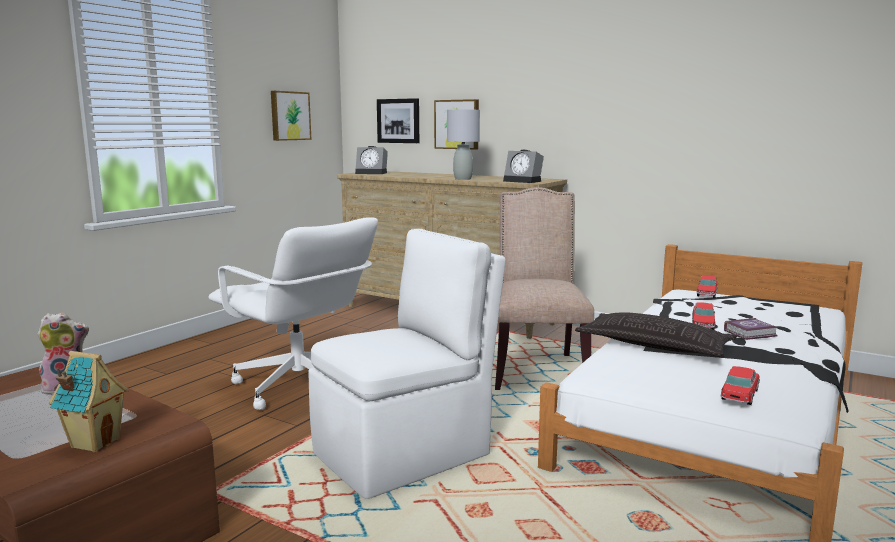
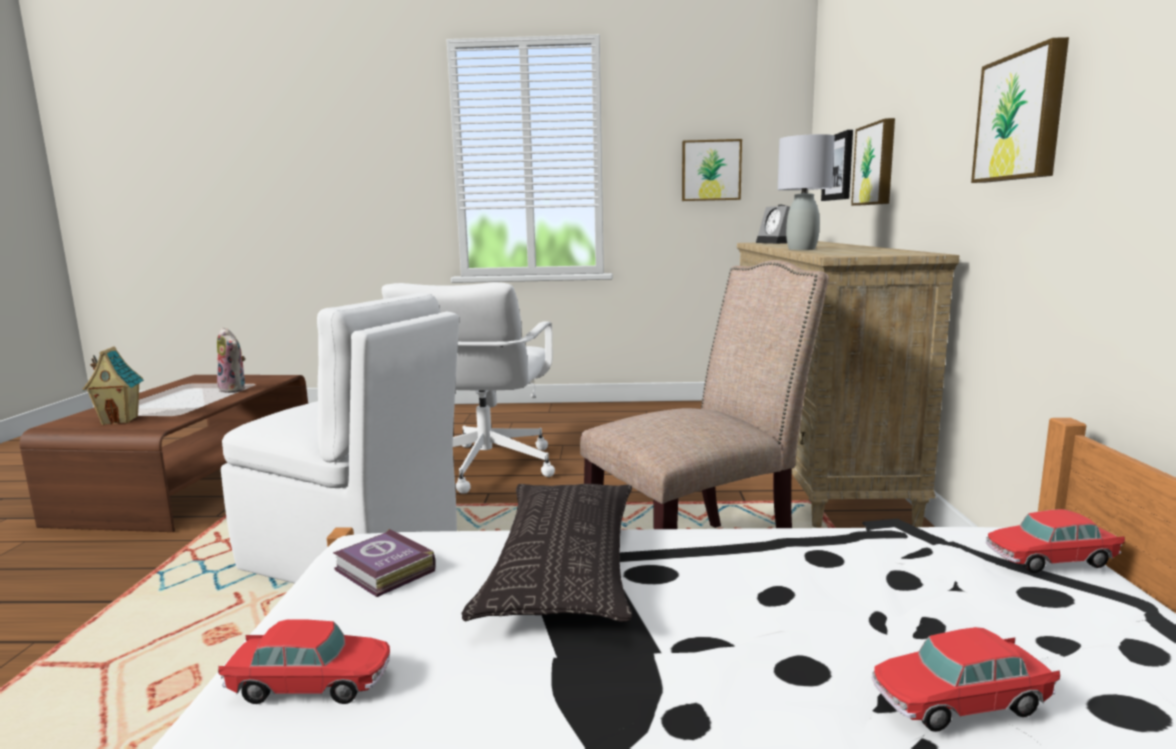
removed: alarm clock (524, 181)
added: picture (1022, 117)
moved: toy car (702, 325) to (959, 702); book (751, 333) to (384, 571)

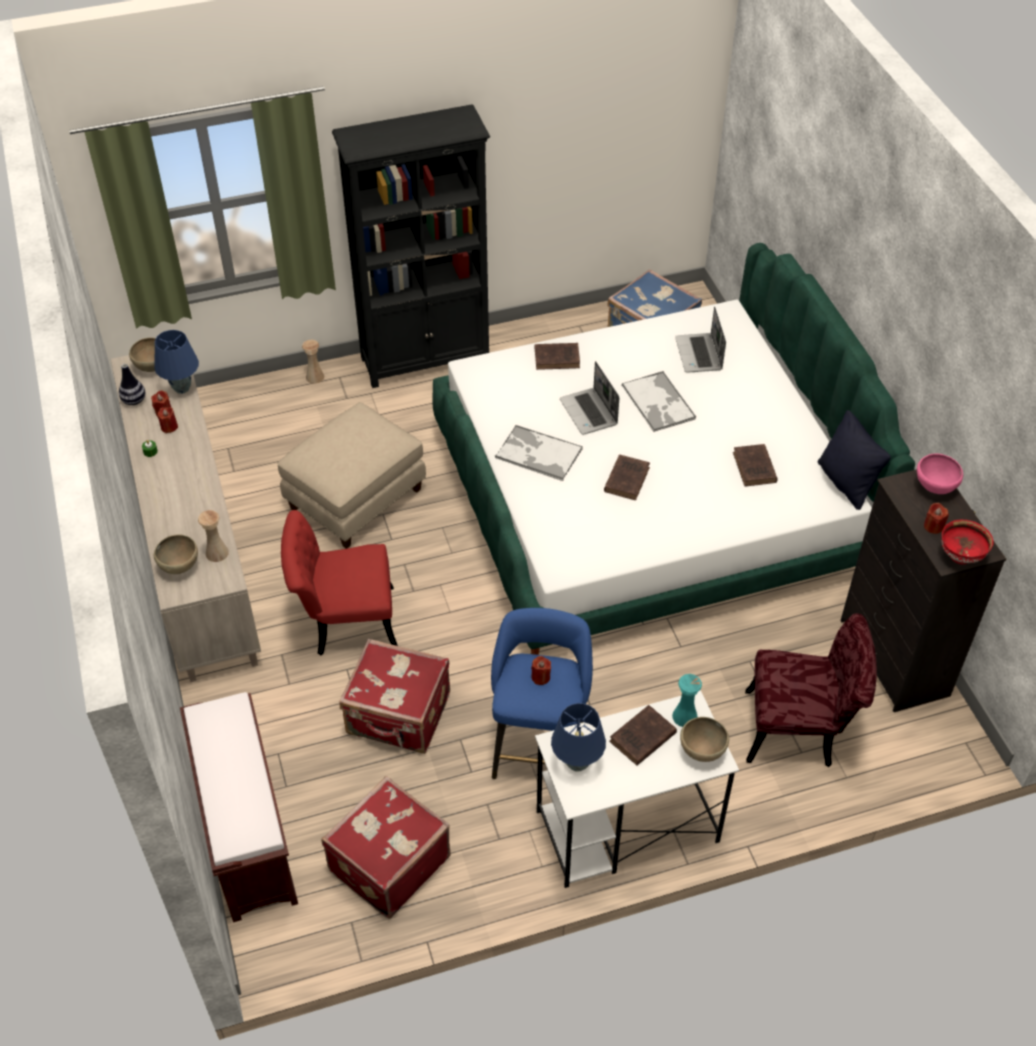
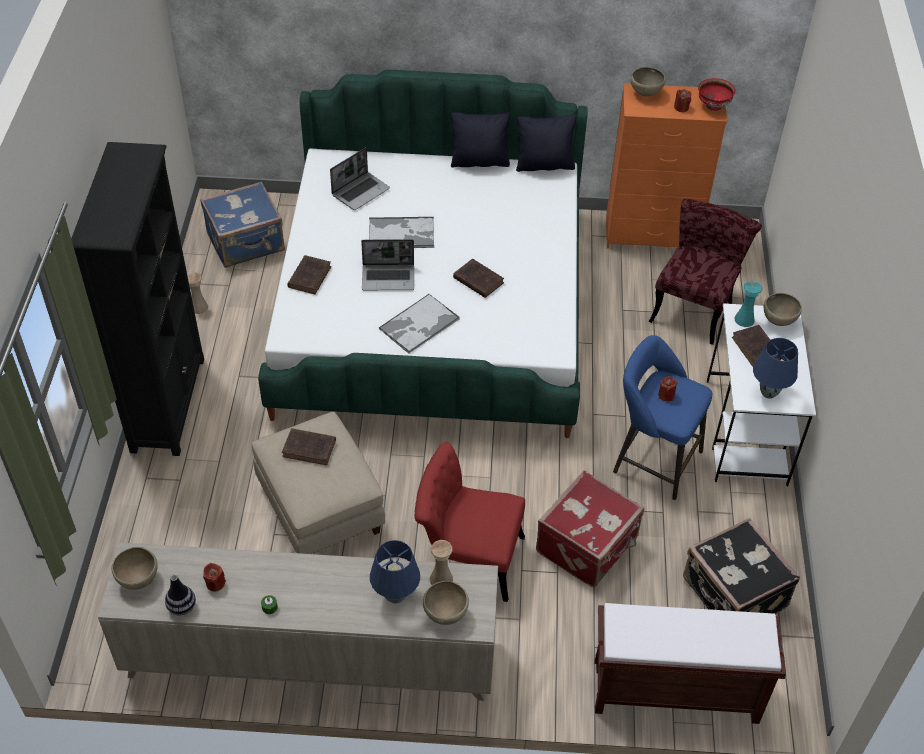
removed: red candle (169, 427)
added: black pillow (479, 162)
moved: blue table lamp (182, 389) to (396, 596); beige vase (315, 377) to (199, 307); brown book (754, 468) to (310, 449)
recoloured: red suitcase (387, 863) to black suitcase (733, 595); black dresser (893, 659) to orange dresser (652, 235); pink bowl (934, 488) to brown bowl (645, 94)
turned: red chair (344, 623) = (467, 557) 90 degrees clockwise; laptop (699, 354) = (361, 191) 60 degrees counterclockwise

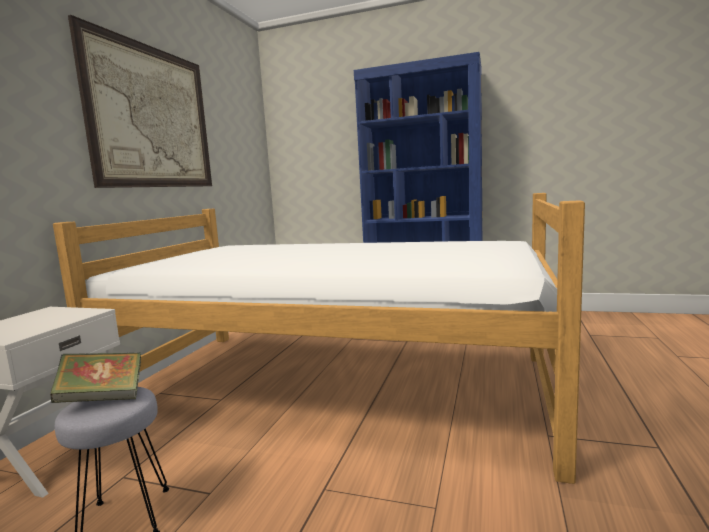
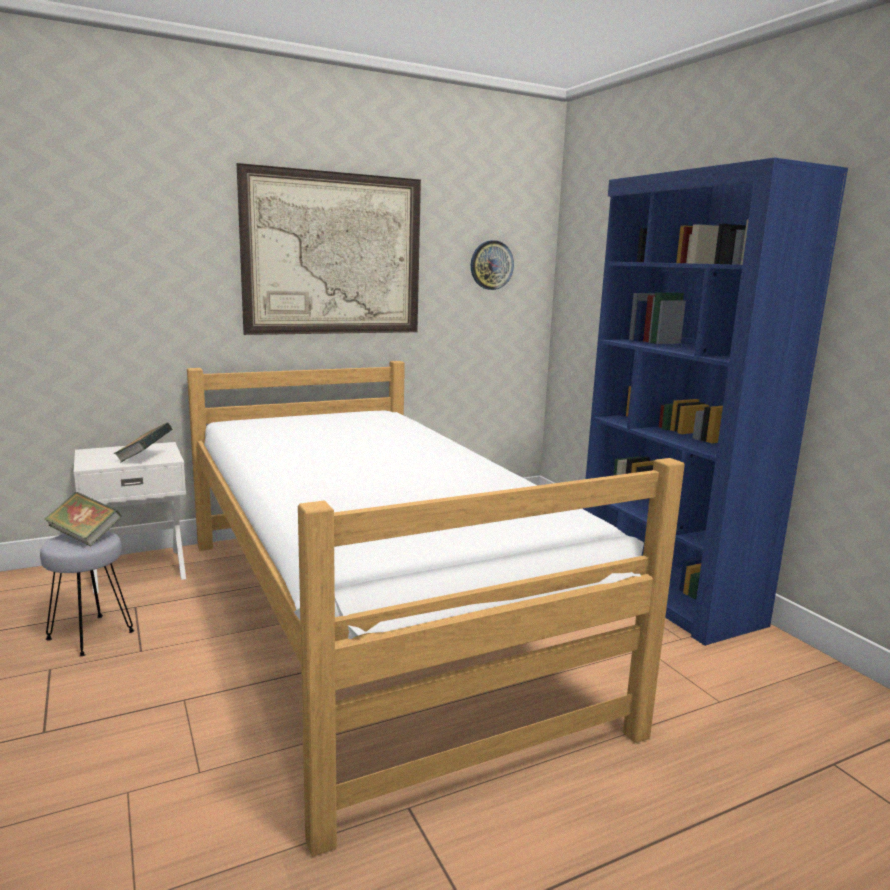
added: book (145, 457); wall clock (491, 265)

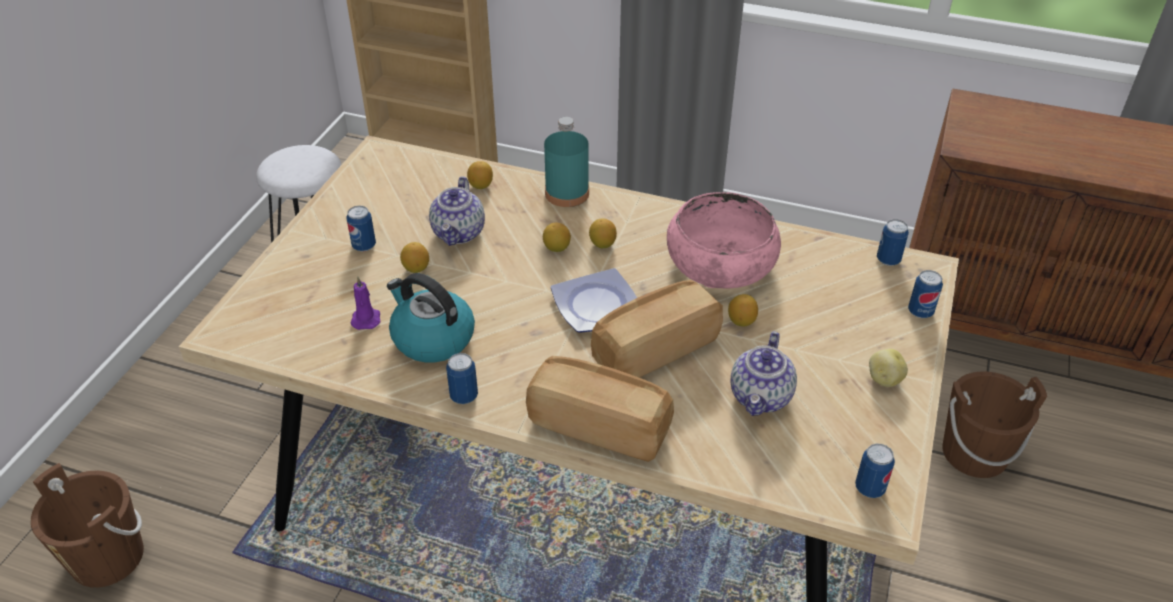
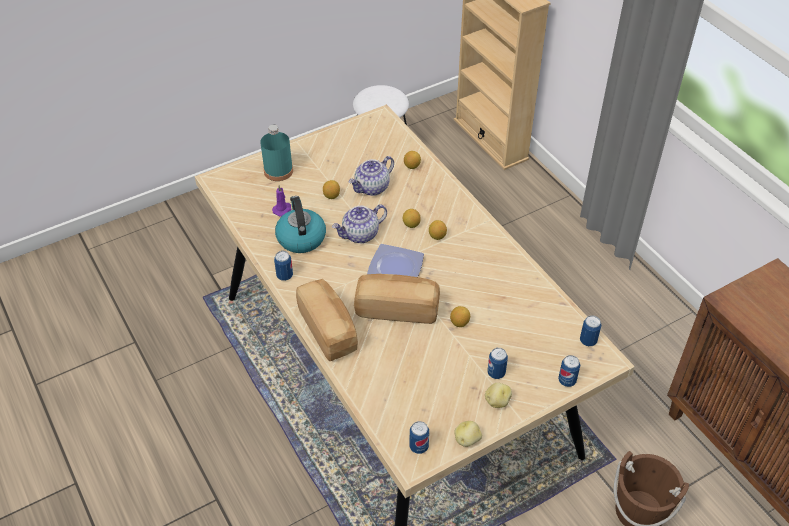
removed: brown bucket (107, 557); pink bowl (721, 264)
added: potato (467, 439)
moved: can (364, 246) to (496, 373); turquoise bottle (567, 193) to (278, 171); teapot (761, 397) to (360, 235)

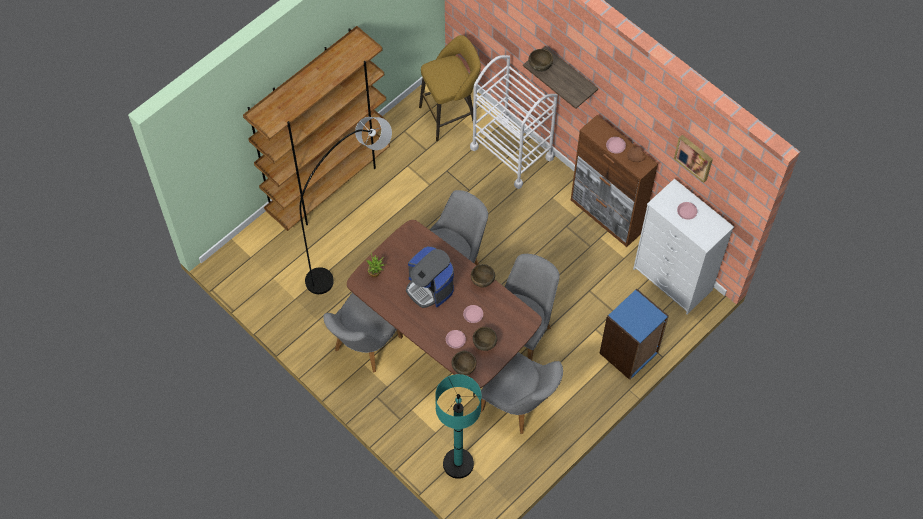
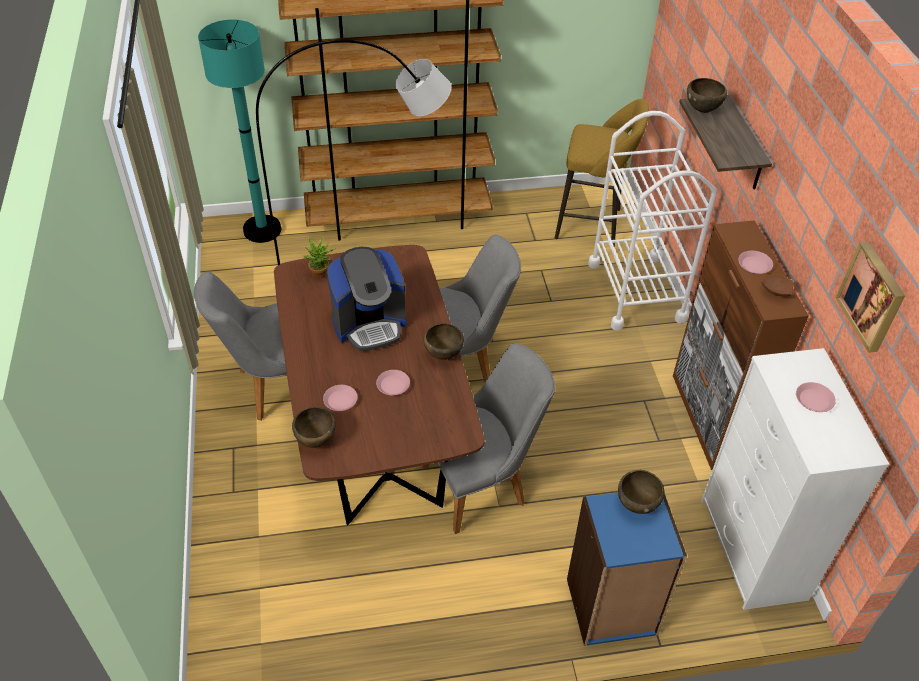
removed: grey chair (520, 406)
moved: turquoise floor lamp (458, 463) to (262, 230); brown bowl (484, 344) to (637, 504)
turned: coffee machine (430, 287) = (369, 324) 105 degrees counterclockwise

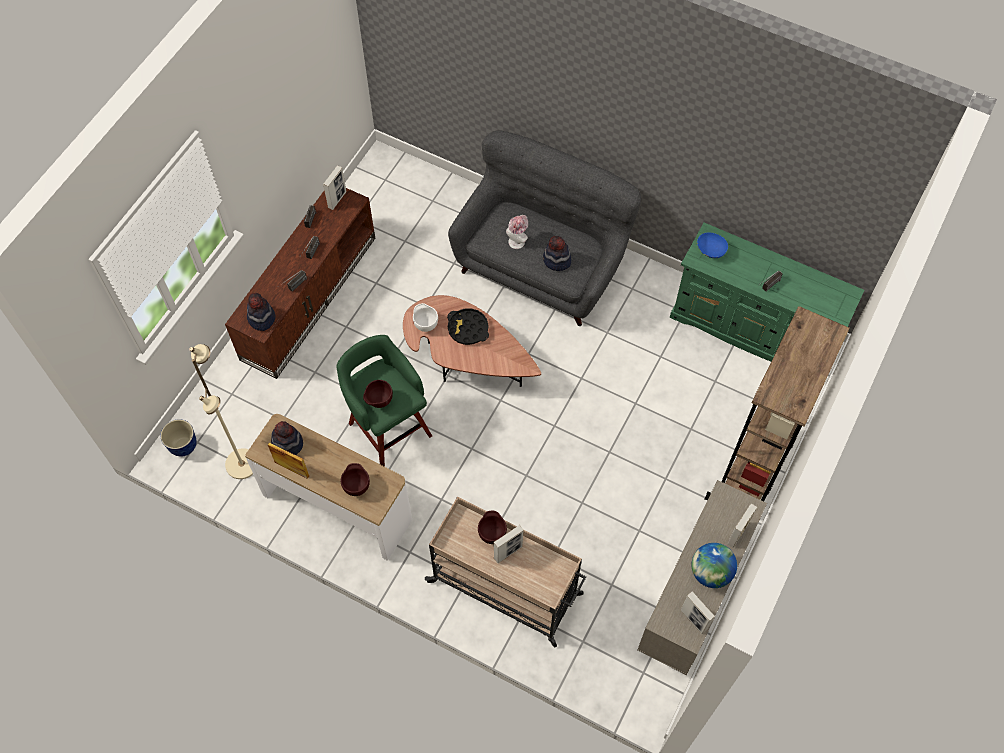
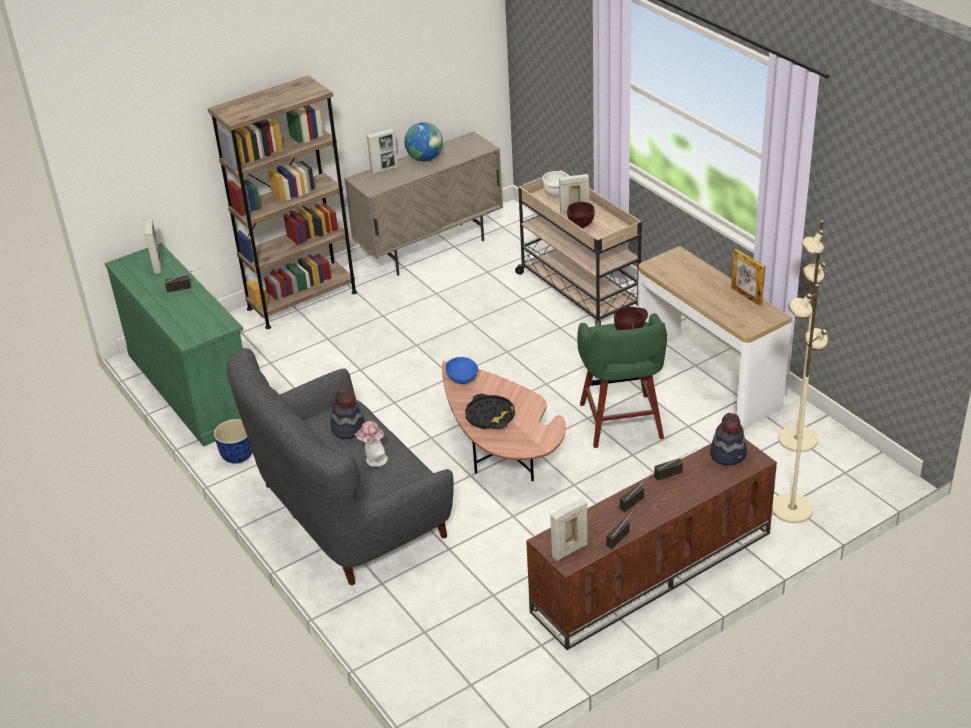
removed: hat (288, 443); brown bowl (357, 486)
added: beige floor lamp (791, 509)
moved: planter (184, 446) to (237, 456); white bowl (425, 324) to (556, 195); picture frame (693, 620) to (157, 265); blue bowl (710, 251) to (462, 379)

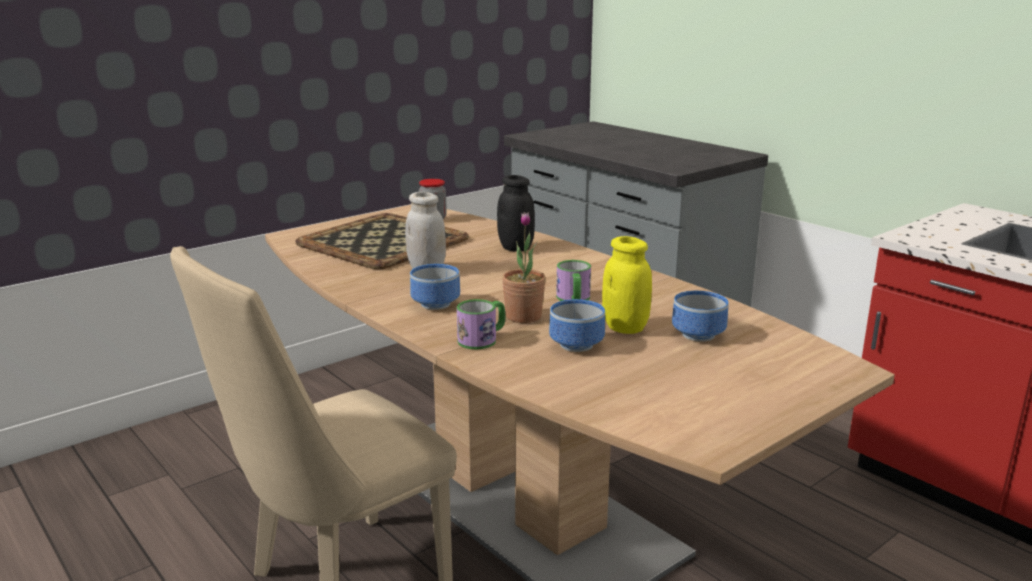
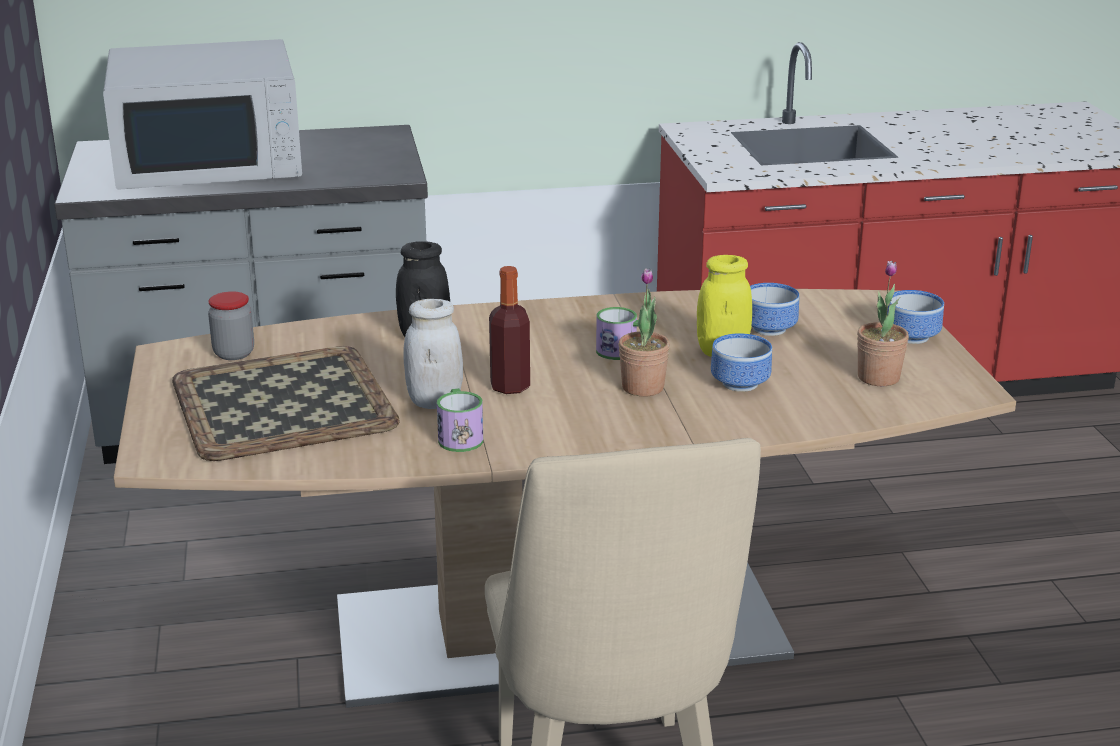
added: white microwave (211, 161); bottle (510, 387); potted plant (878, 378)
moved: bowl (437, 303) to (909, 336); mug (482, 339) to (459, 436)

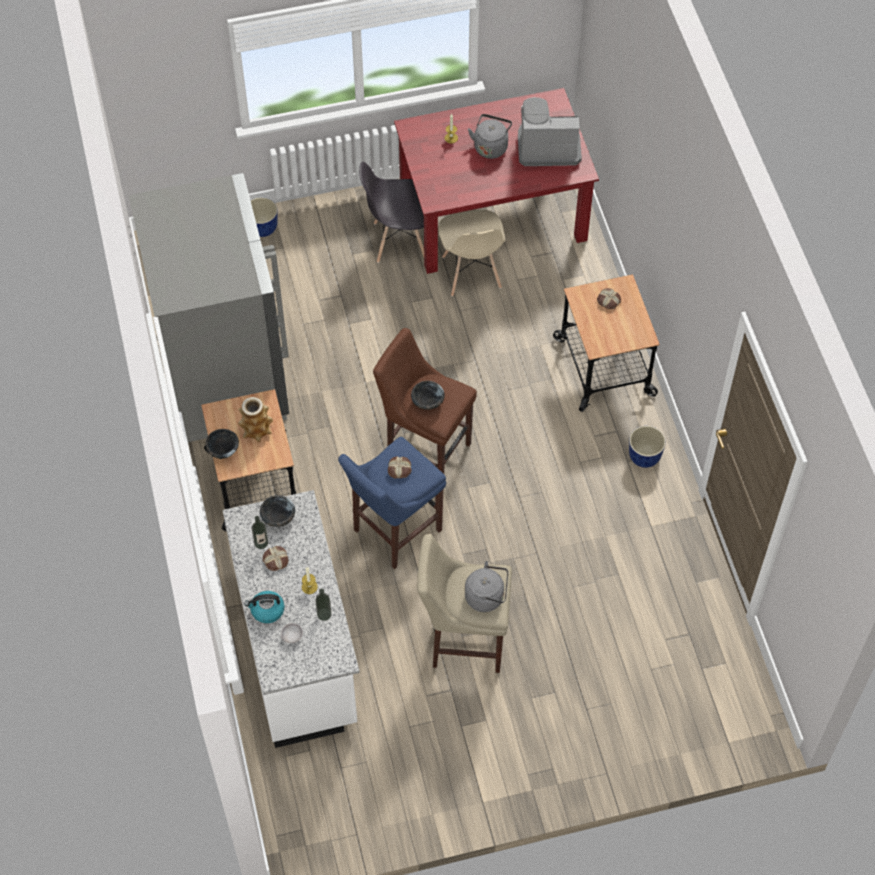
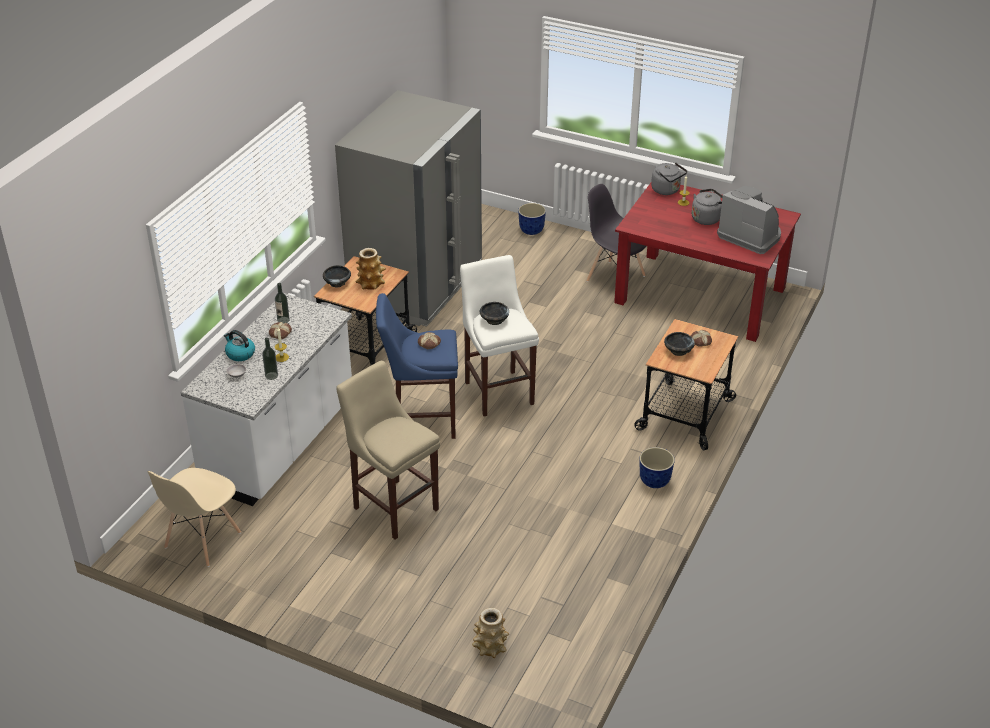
added: vase (490, 647)
moved: black bowl (278, 517) to (678, 350); beige chair (471, 273) to (202, 541); grey kettle (487, 597) to (667, 190)
recoloured: brown stool (425, 450) to white stool (498, 390)

